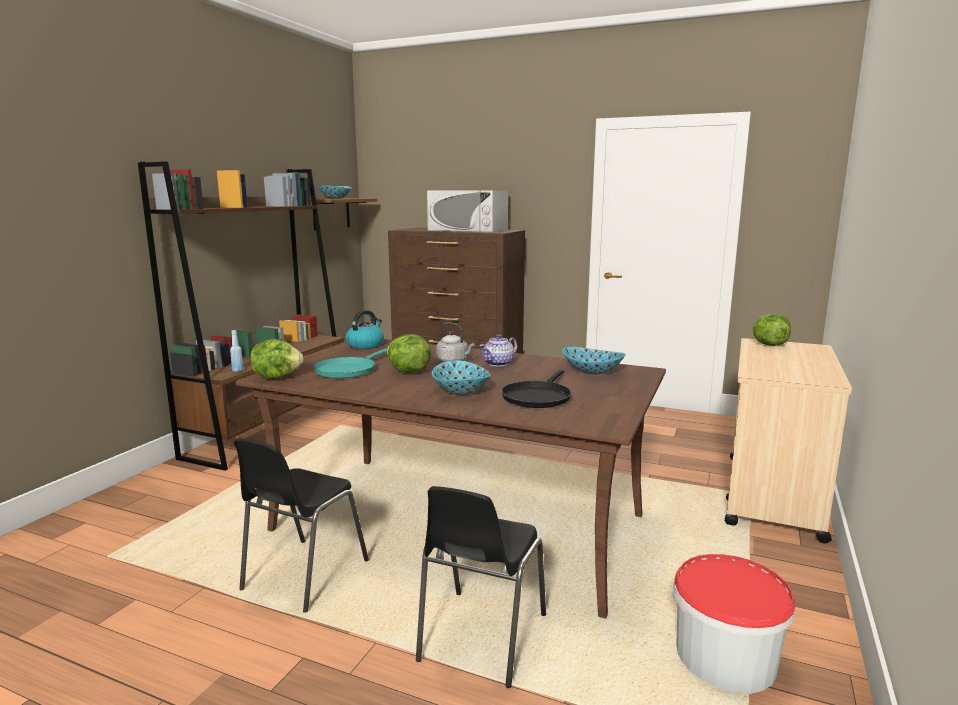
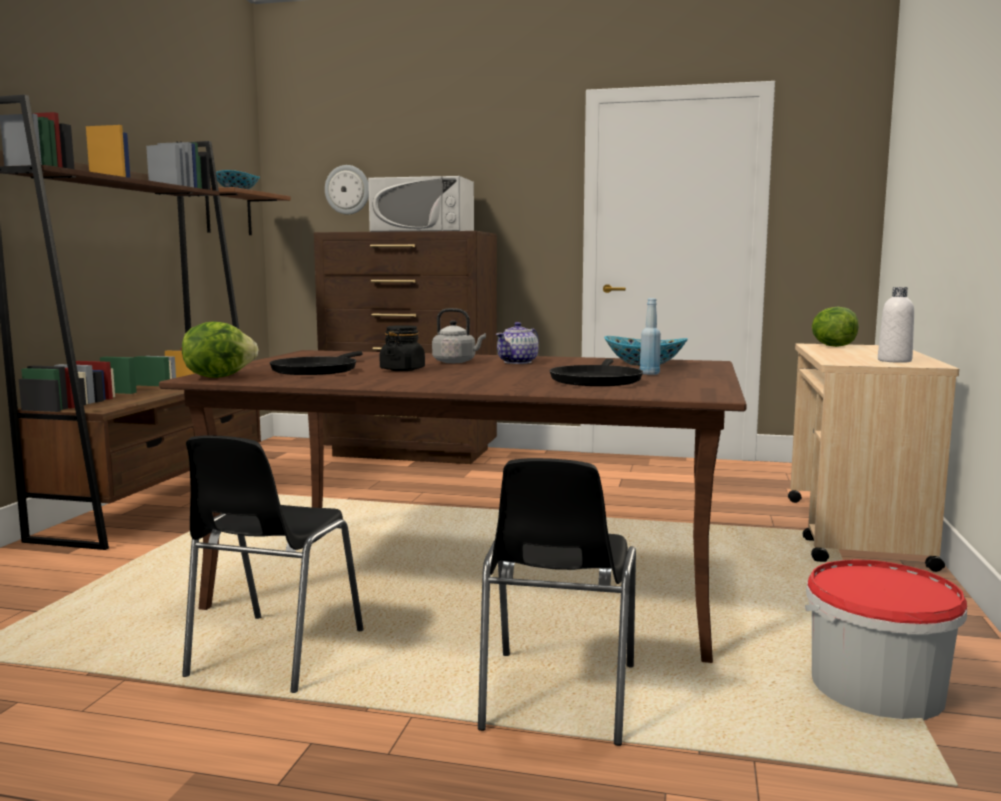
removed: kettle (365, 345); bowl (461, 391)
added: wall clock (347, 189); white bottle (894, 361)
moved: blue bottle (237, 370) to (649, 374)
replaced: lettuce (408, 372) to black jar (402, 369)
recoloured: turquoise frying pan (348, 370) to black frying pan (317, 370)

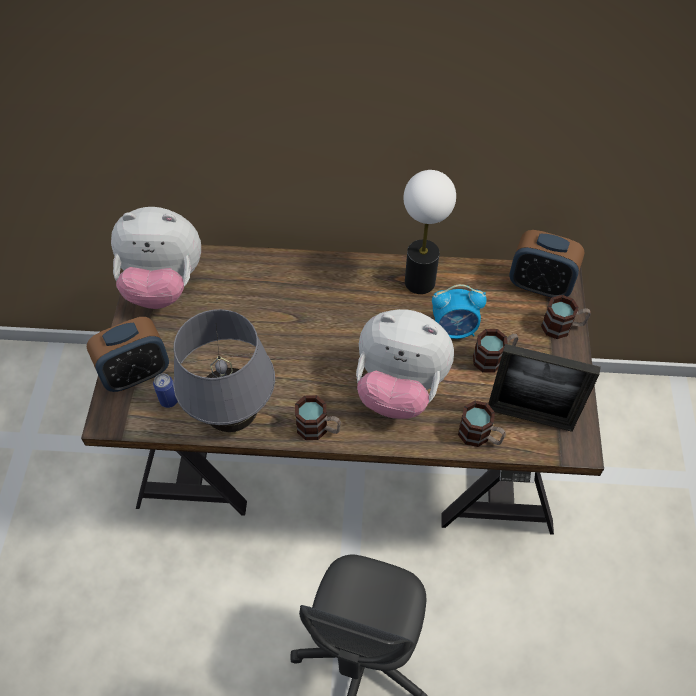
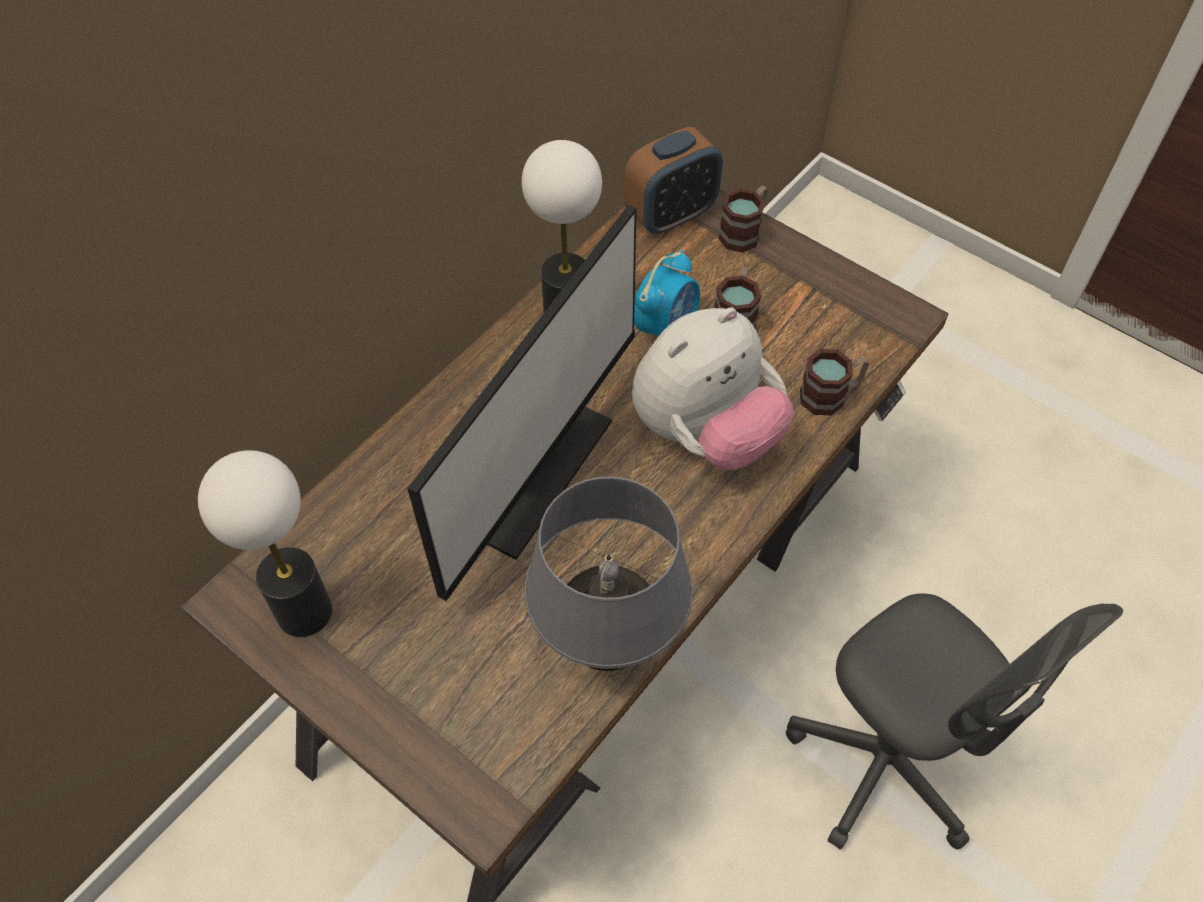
removed: alarm clock (136, 374); can (169, 400); mug (318, 429); picture frame (529, 417)
added: monitor (523, 467)
replaced: plush toy (163, 285) to table lamp (304, 611)

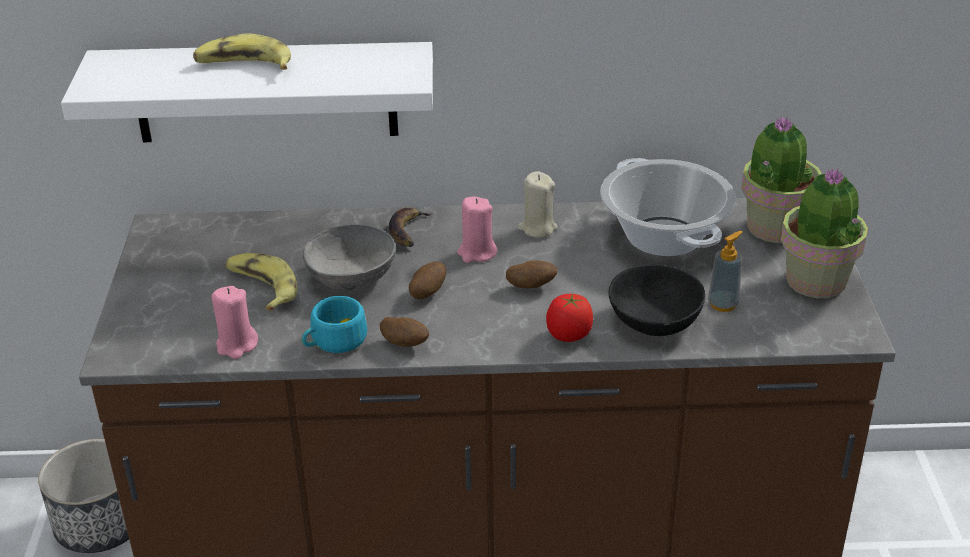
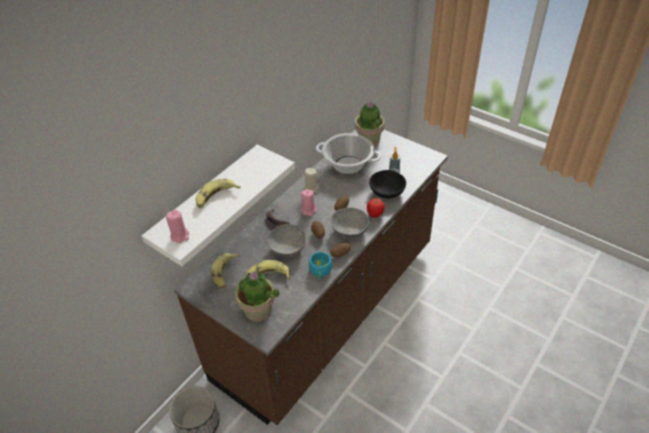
added: banana (225, 273); grey bowl (349, 231)
moved: pink candle (236, 345) to (180, 236); potted plant (815, 282) to (258, 310)

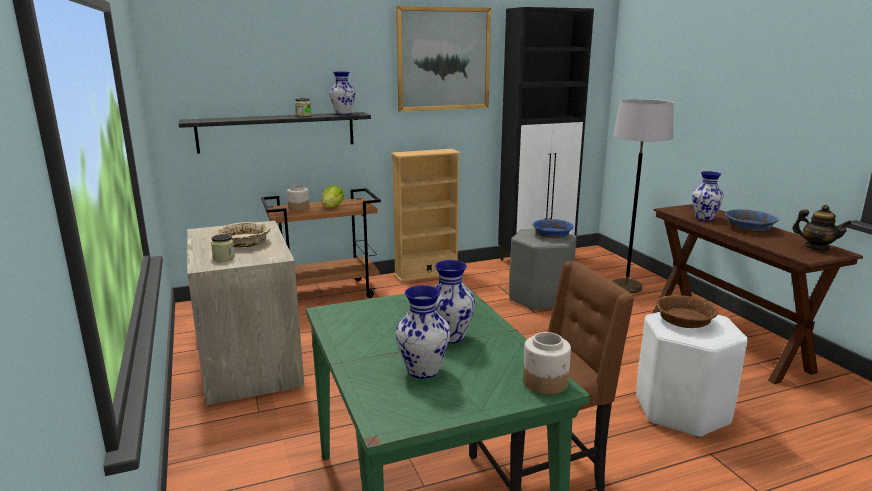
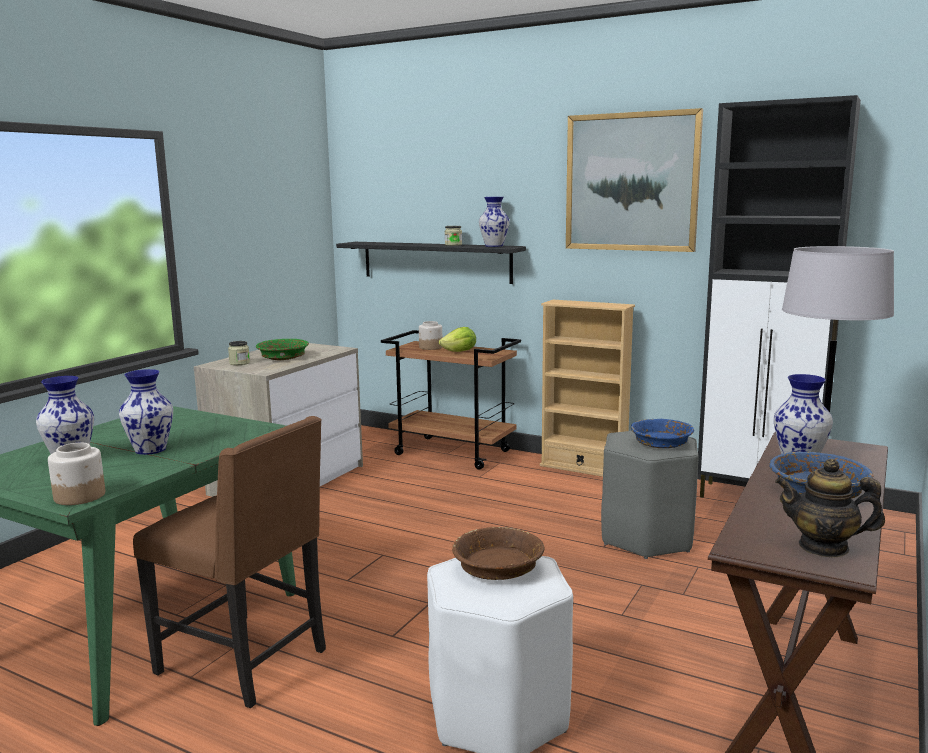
recoloured: beige bowl (244, 243) to green bowl (283, 357)
turned: teapot (816, 248) = (824, 547) 105 degrees clockwise

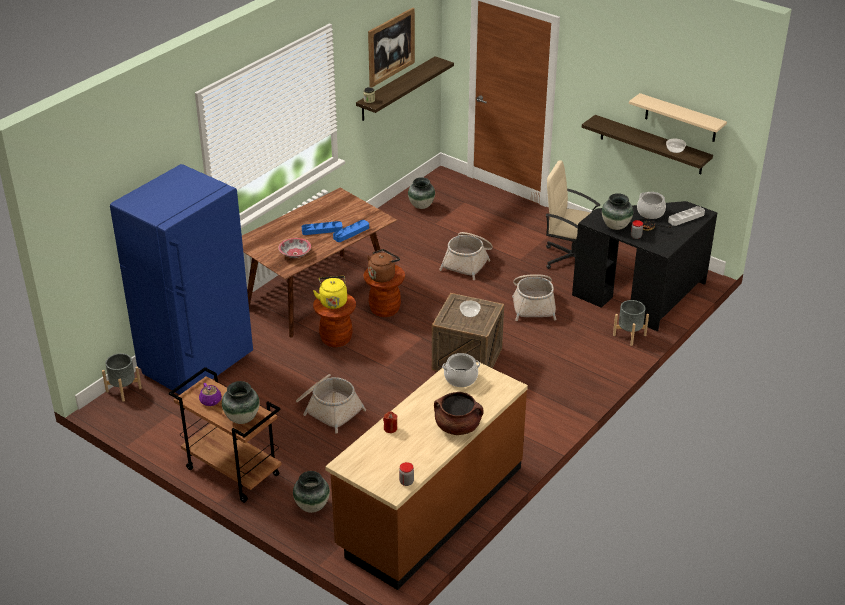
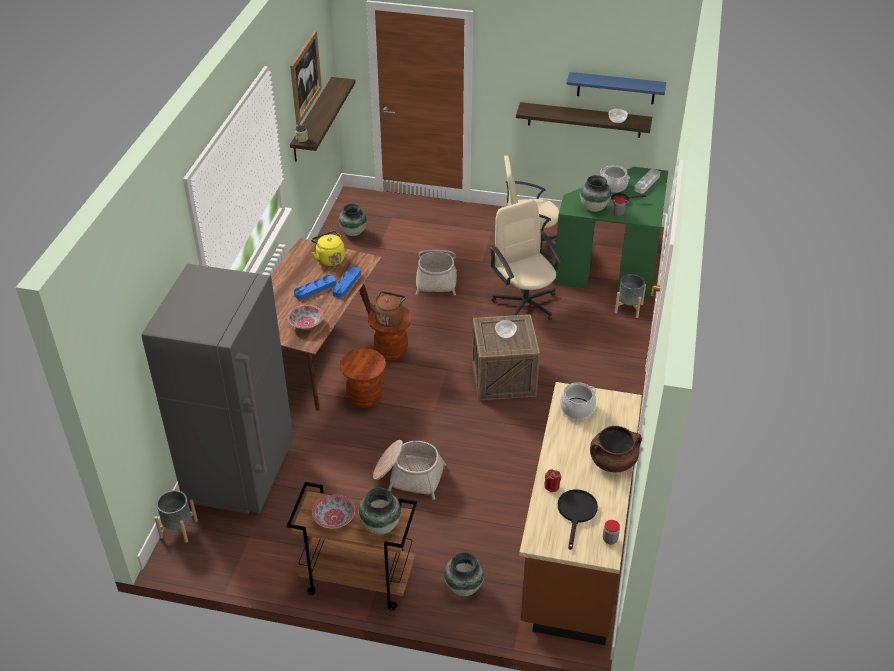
added: black frying pan (576, 513)
moved: yellow kettle (333, 301) to (329, 259)
replaced: purple teapot (211, 401) to bowl (334, 518); basket (533, 304) to beige office chair (525, 303)
recoloured: blue fridge (197, 365) to grey fridge (241, 473); black desk (642, 295) to green desk (613, 266); beige shelf (681, 118) to blue shelf (616, 88)

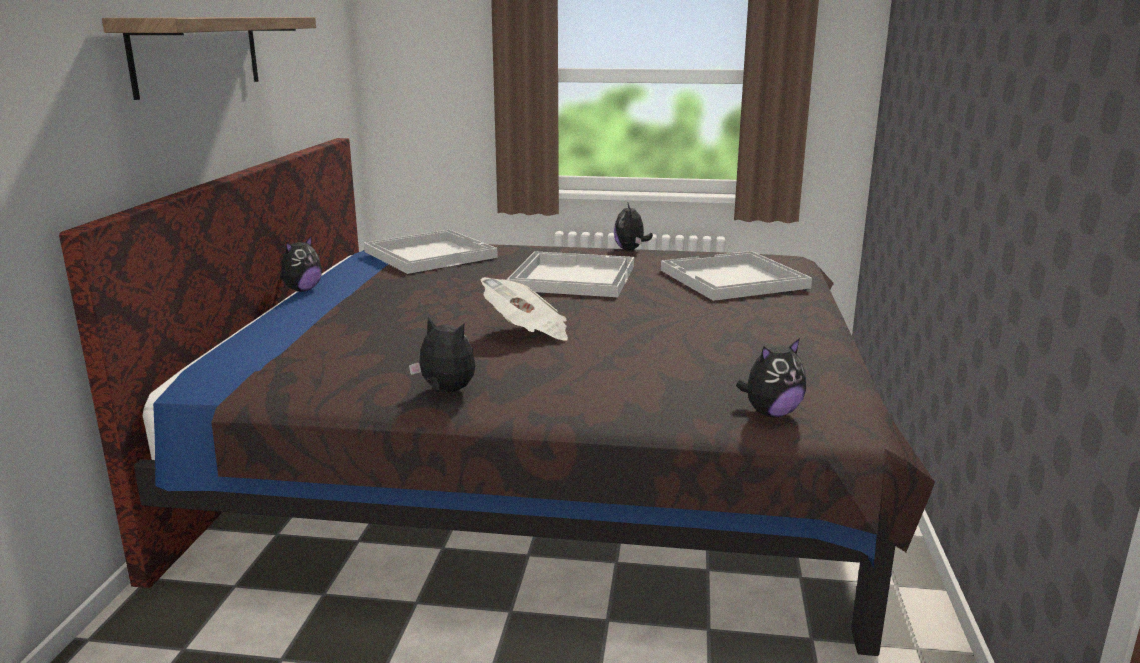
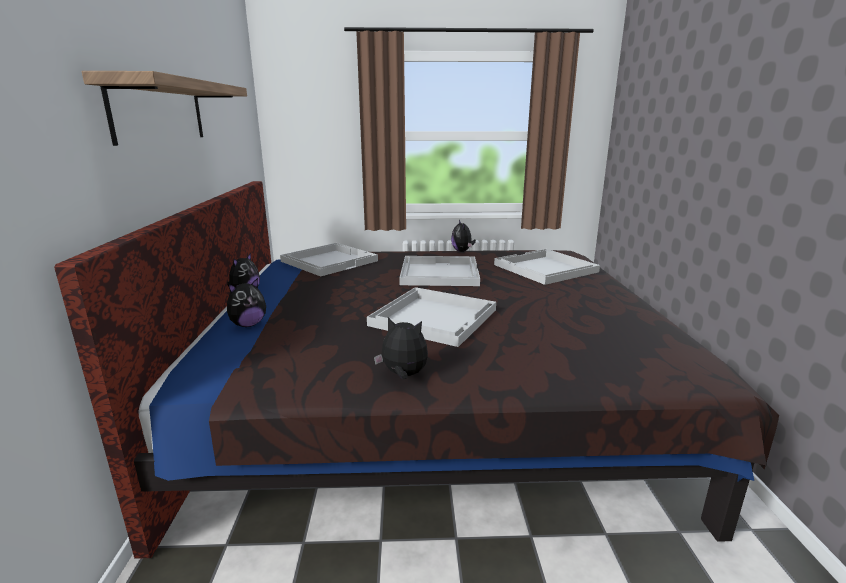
moved: plush toy (771, 413) to (248, 324)
replaced: newspaper (527, 332) to white tray (435, 317)

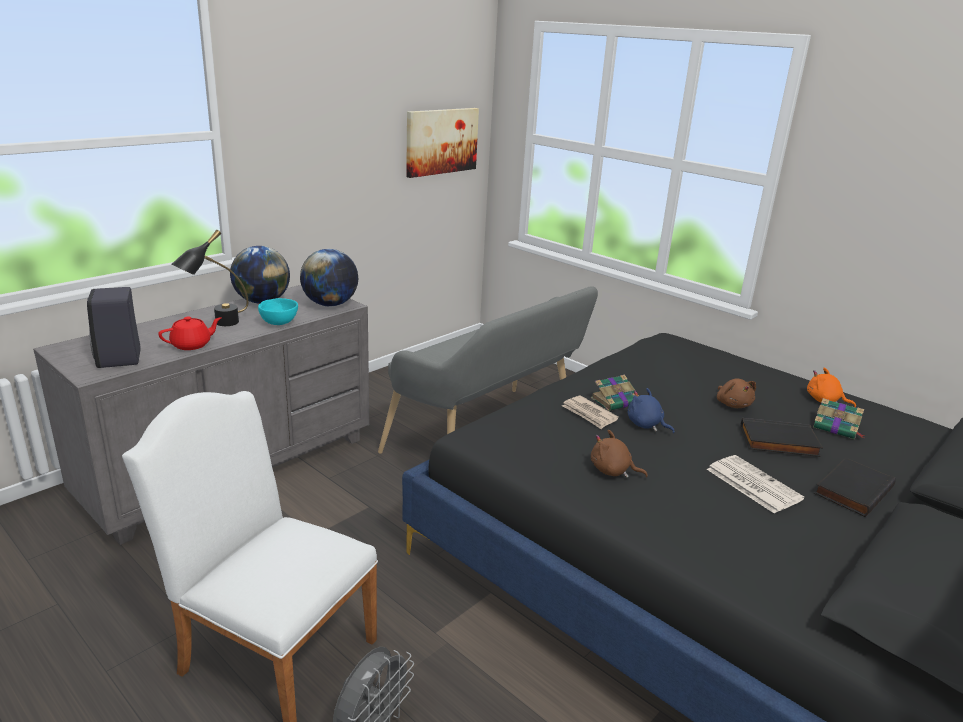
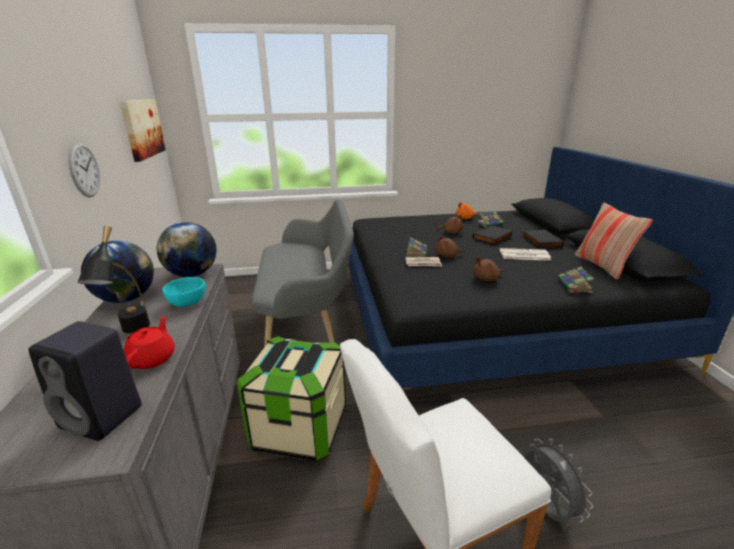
added: wall clock (84, 170); storage box (299, 428); book (574, 286); pillow (602, 266)
recoloured: blue plush toy (646, 425) to brown plush toy (447, 256)

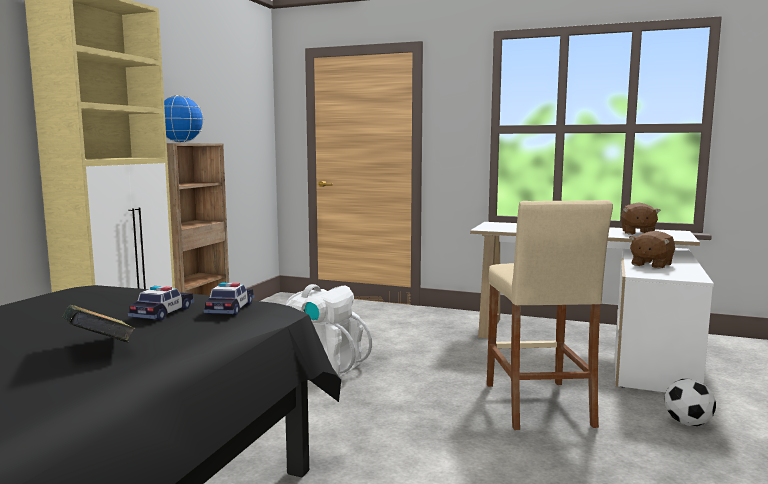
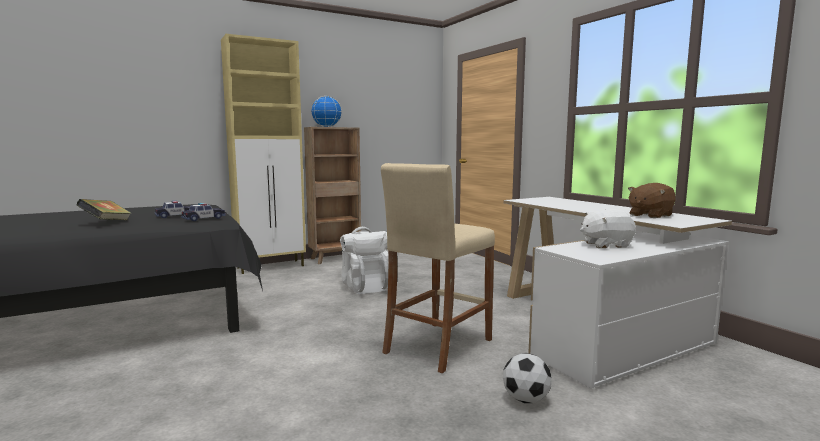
recoloured: brown plush toy (651, 265) to white plush toy (605, 245)

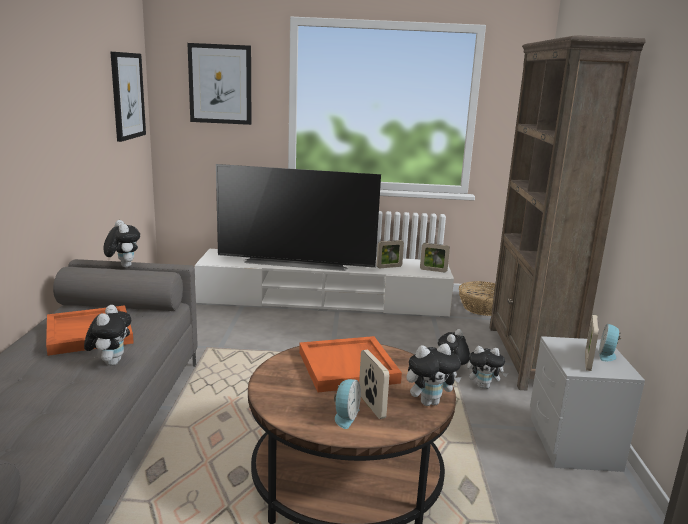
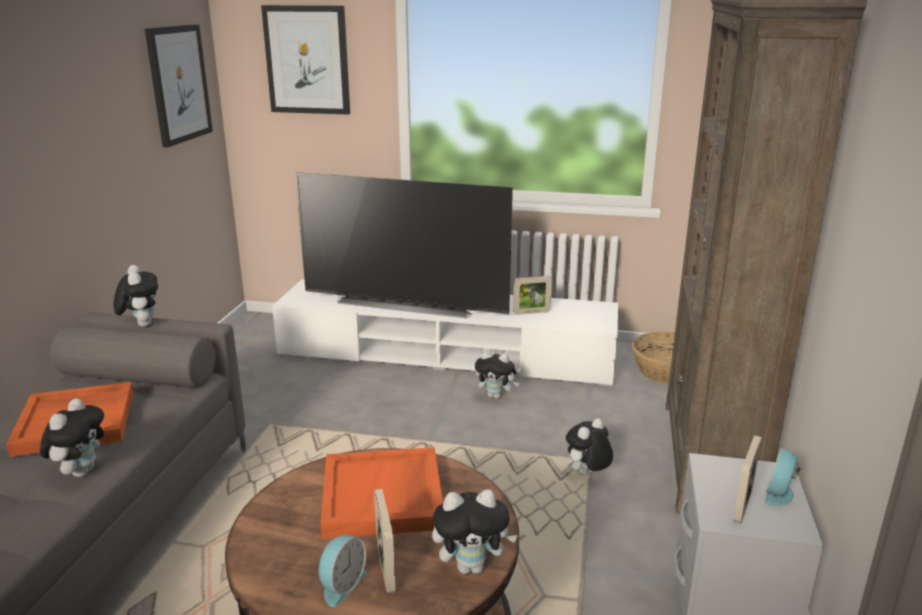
removed: picture frame (433, 270)
moved: plush toy (484, 386) to (496, 396)

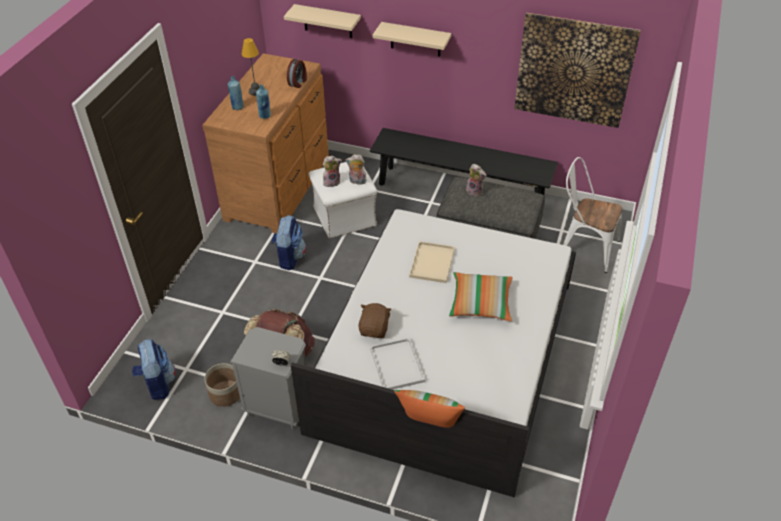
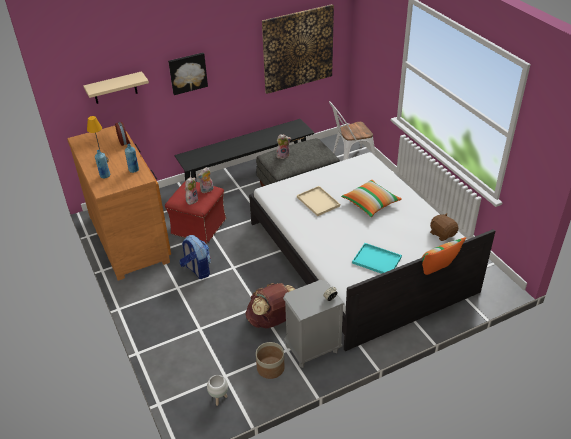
moved: brown plush toy (374, 329) to (442, 234)
replaced: backpack (157, 384) to white planter (219, 398); beige shelf (415, 39) to picture (187, 73)
recoloured: white ottoman (344, 217) to red ottoman (198, 227); white tray (396, 364) to turquoise tray (375, 260)

